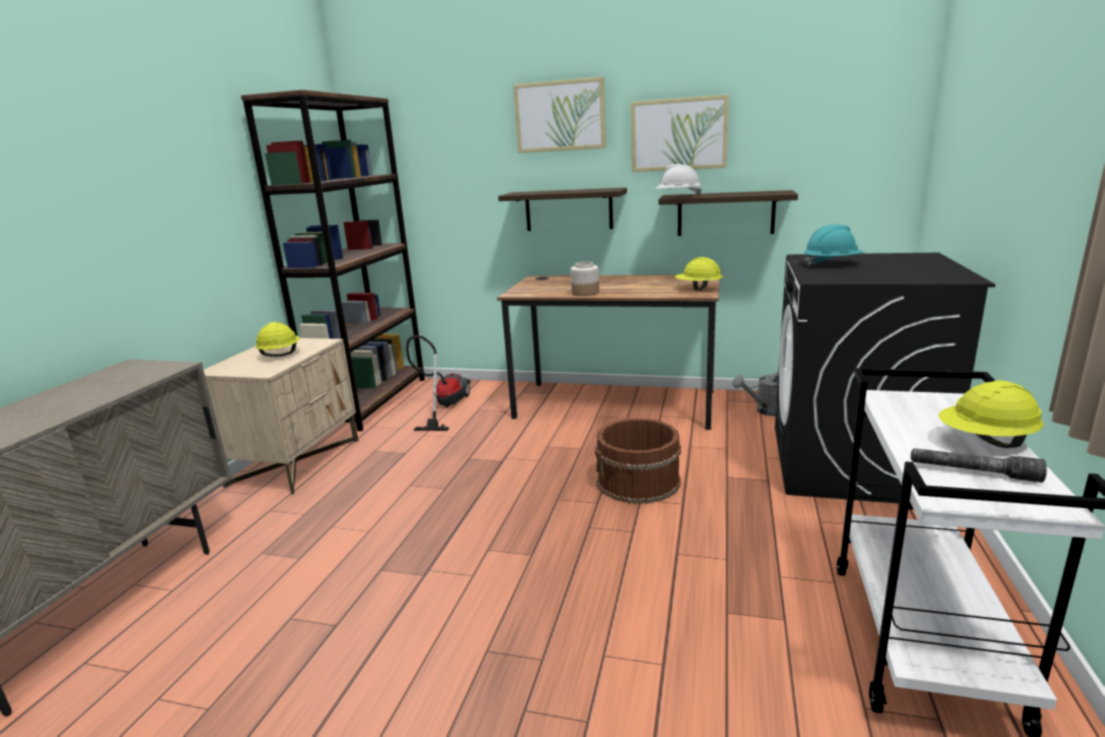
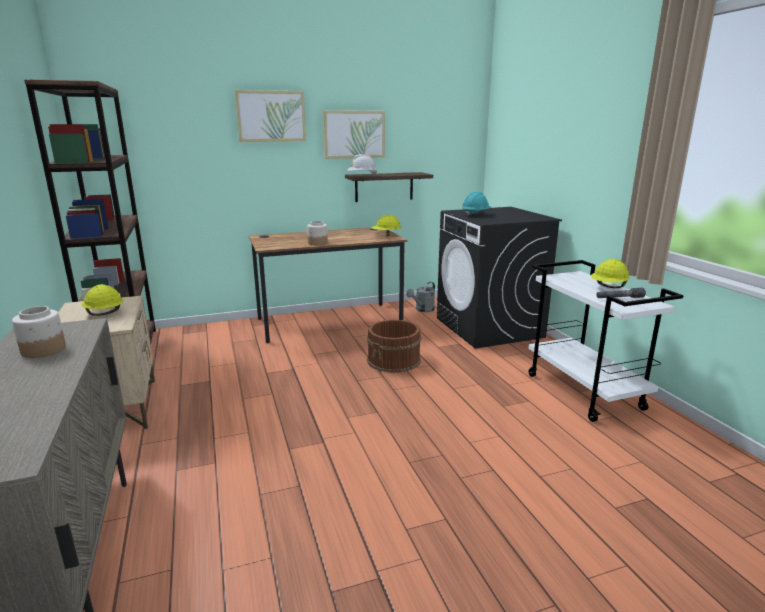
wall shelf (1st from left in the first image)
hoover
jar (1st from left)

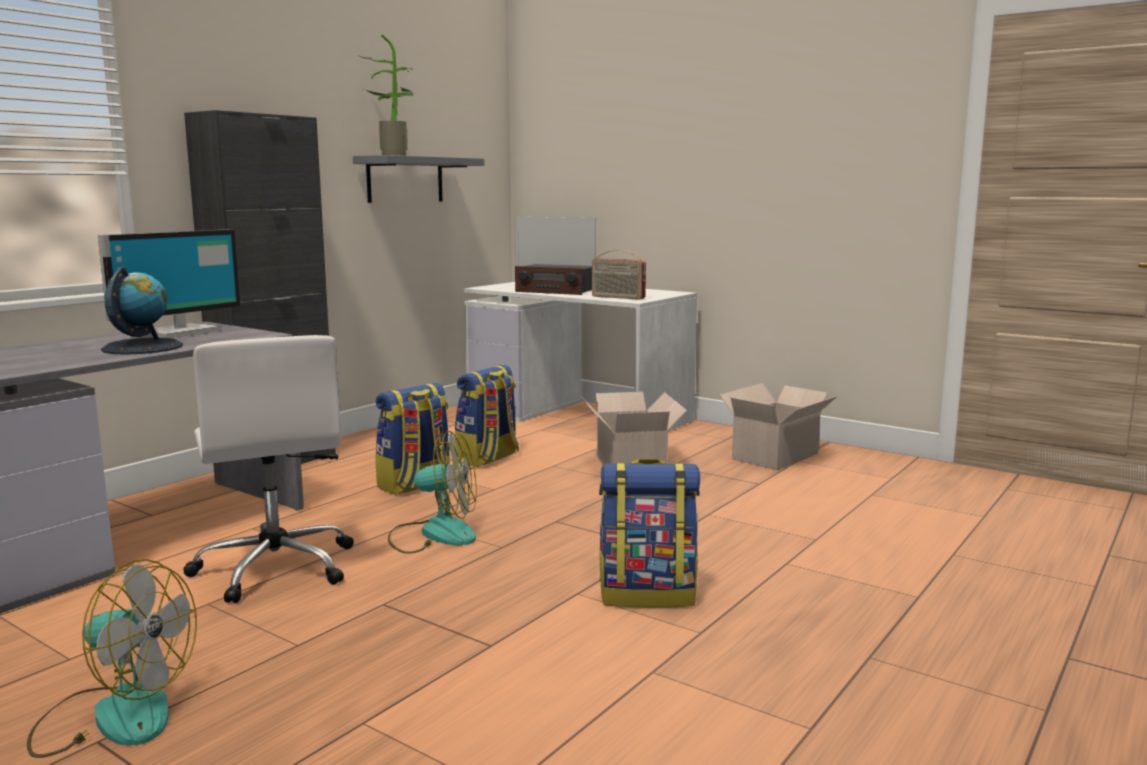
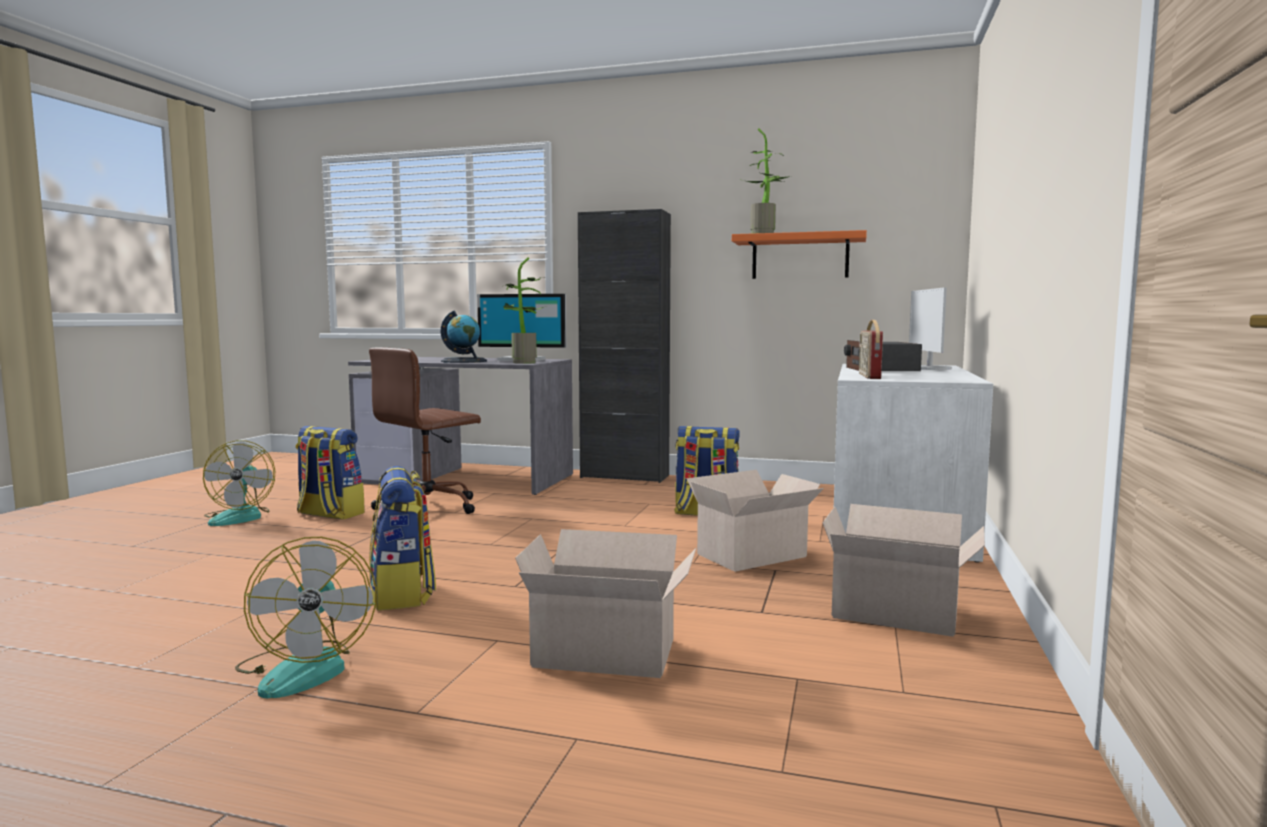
orangey wall shelf
brown-coloured desk chair
rucksack (1st from left)
fan (2nd from left)
potted plant (1st from left)
carton (1st from left)

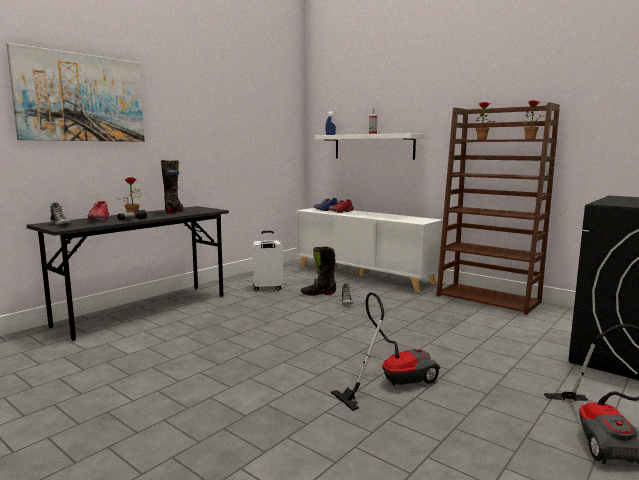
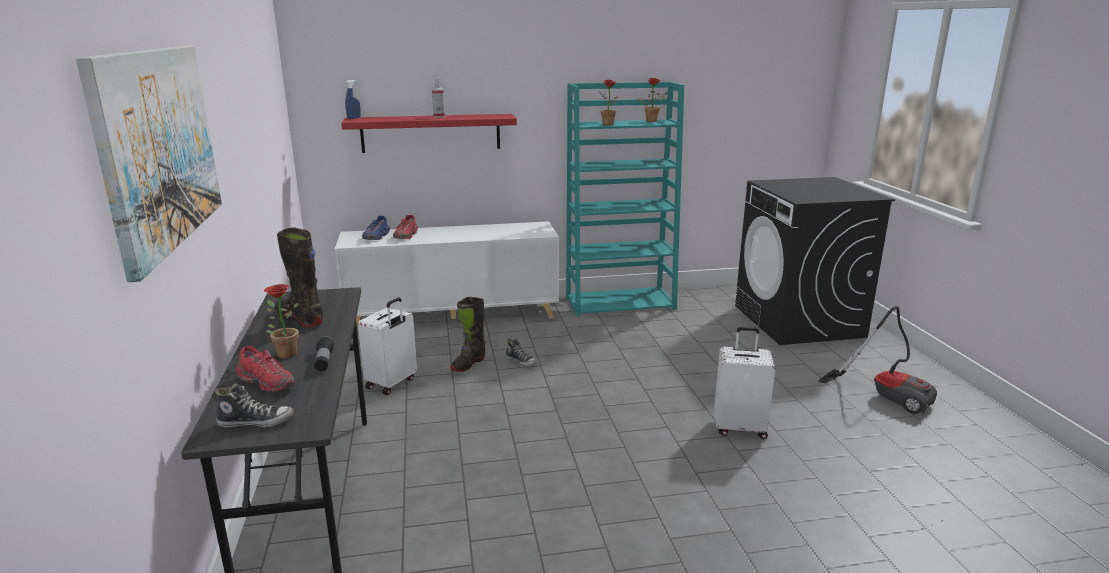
turquoise bookcase
red wall shelf
whitish travel case (2nd from left)

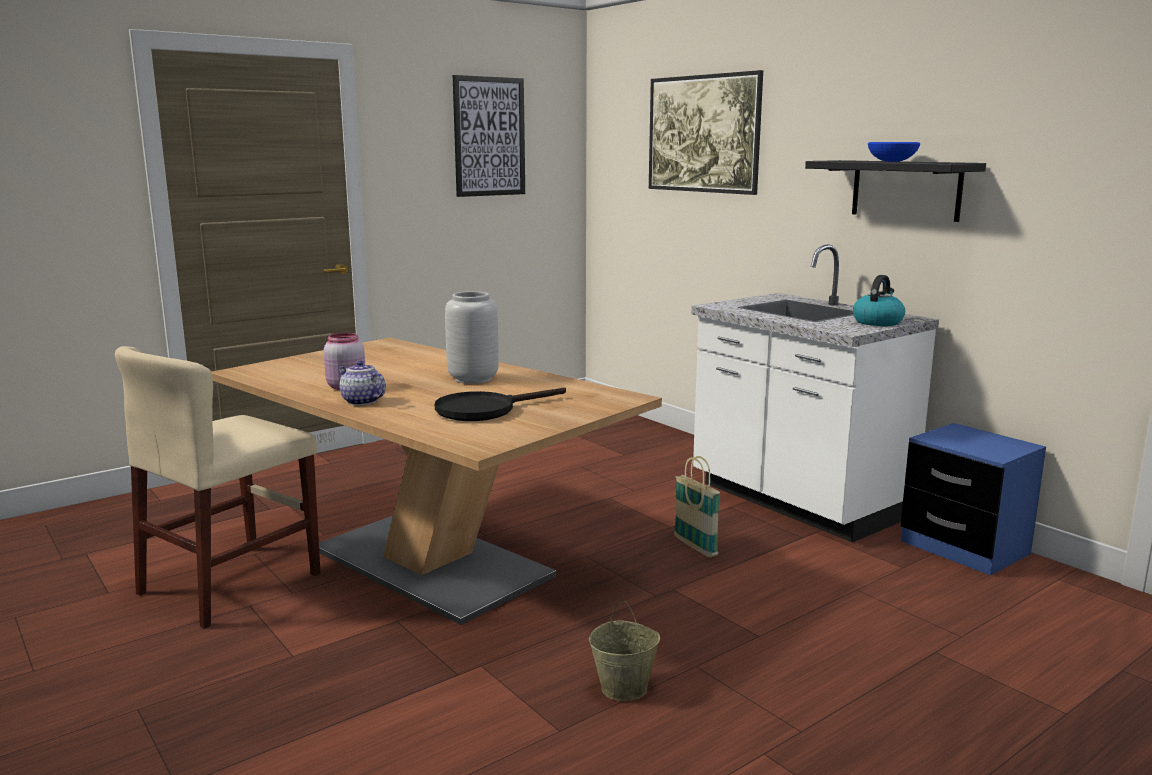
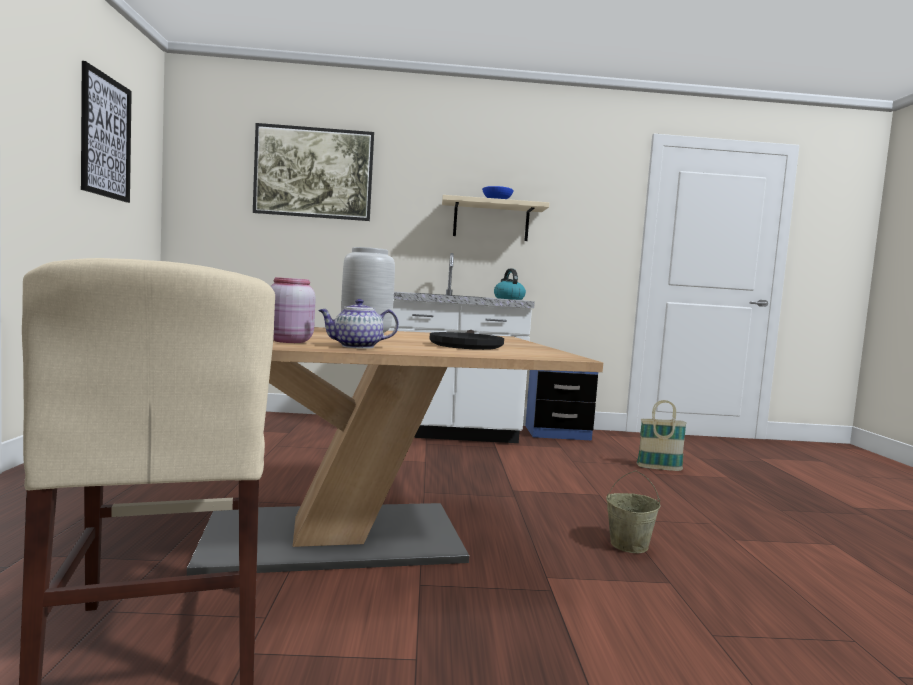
beige-coloured wall shelf
household basket

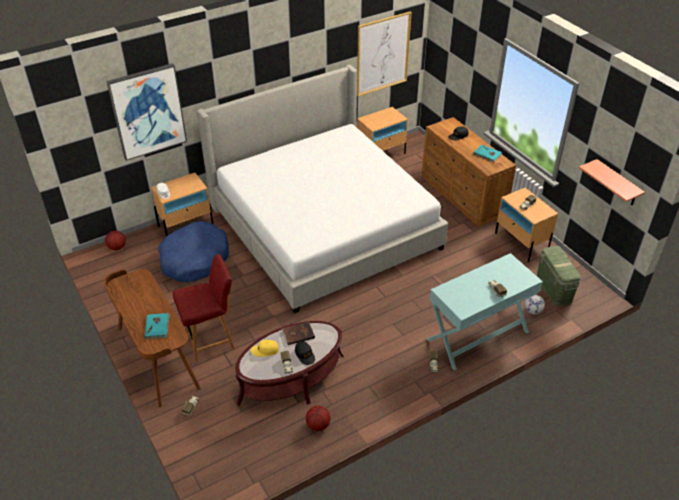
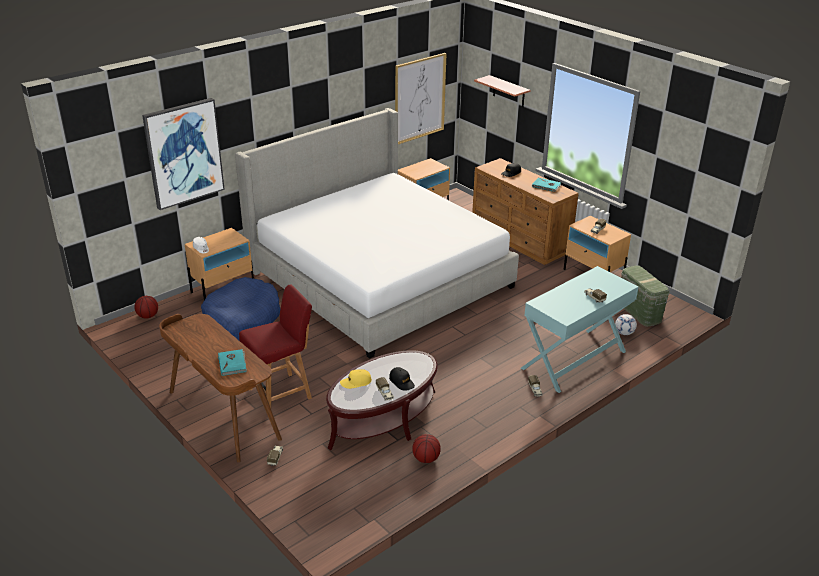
wall shelf
brown-coloured bound book

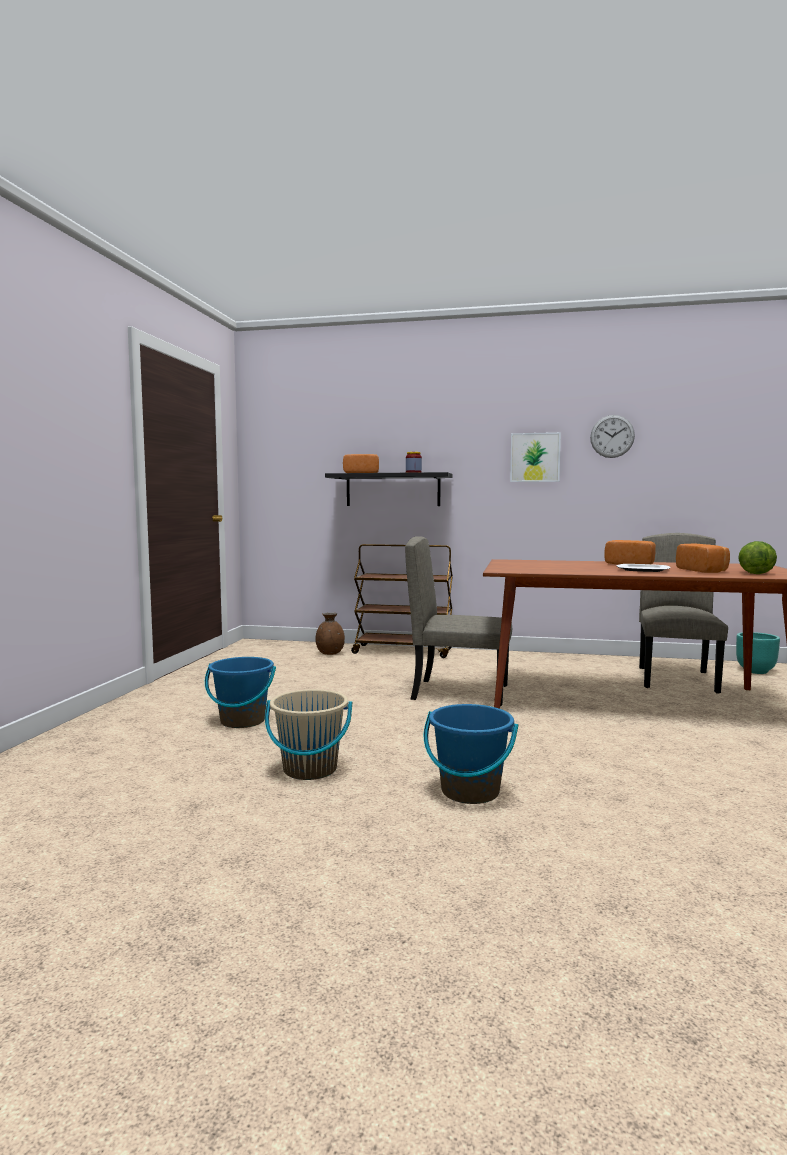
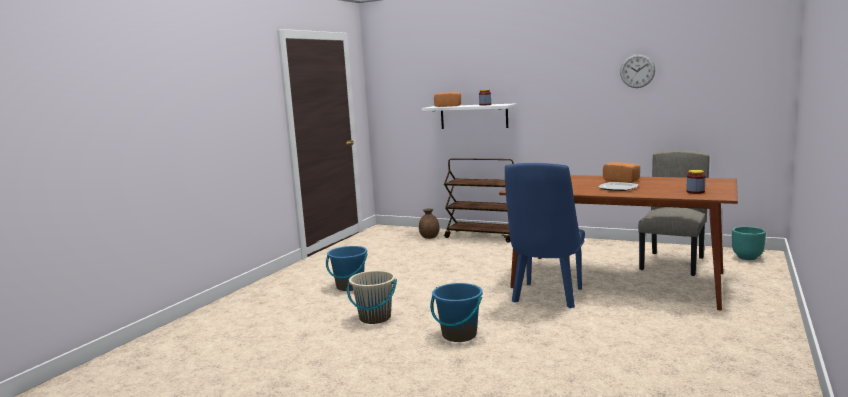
wall art
whitish wall shelf
beige-coloured upright chair (1st from left in the first image)
jar (2nd from left)
baked bread (3rd from left in the first image)
blue upright chair

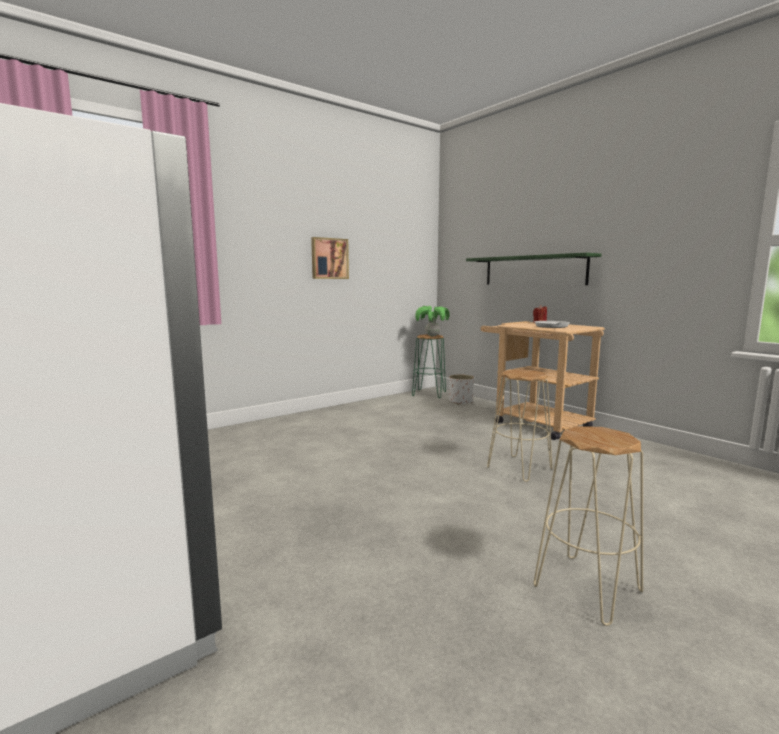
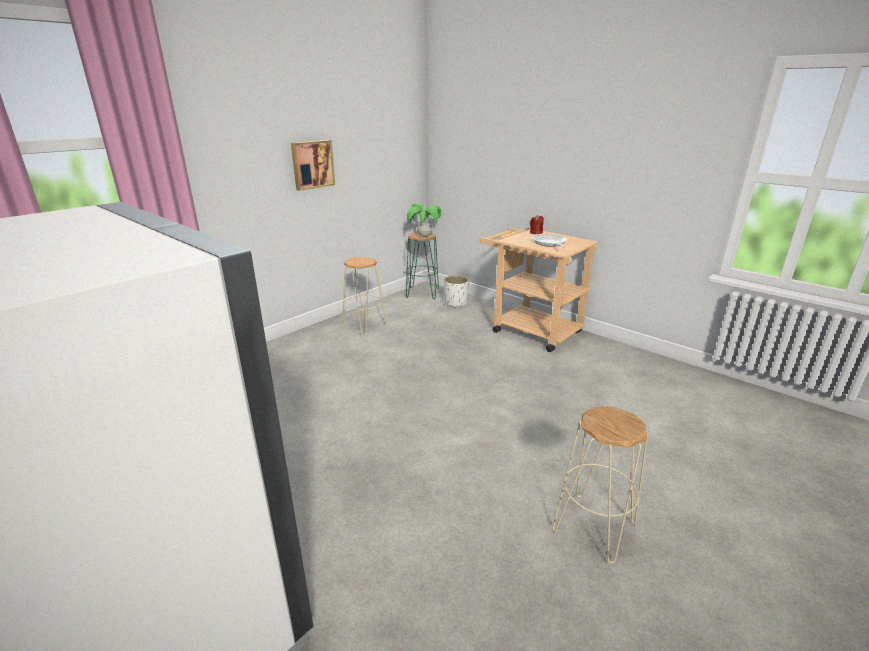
green-coloured wall shelf
beige-coloured sitting stool (1st from left)

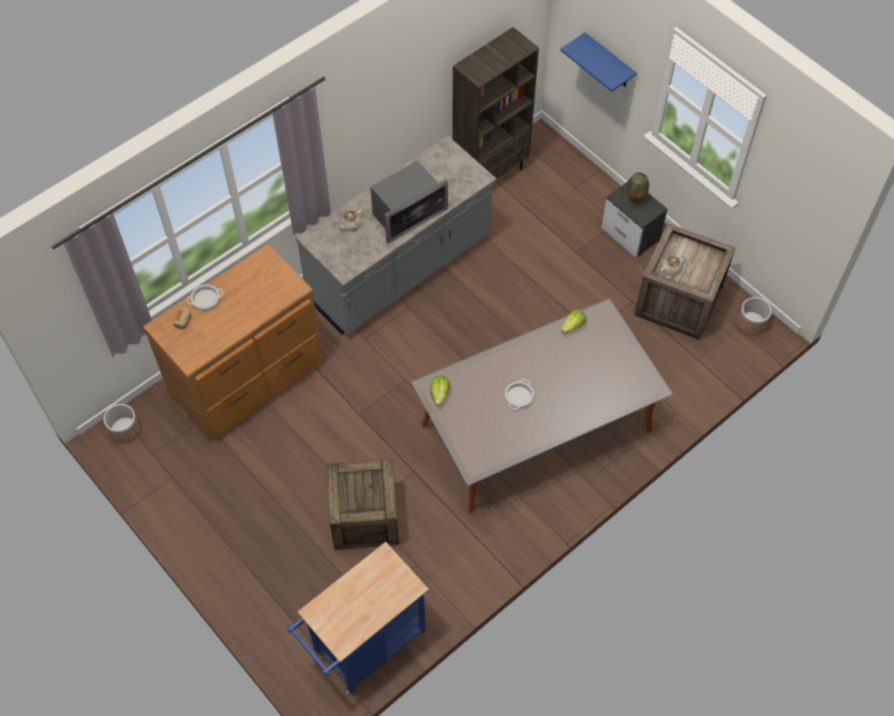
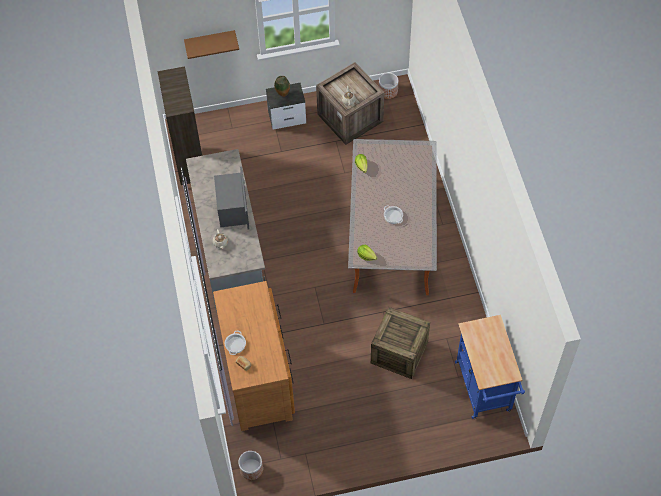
brown-coloured wall shelf

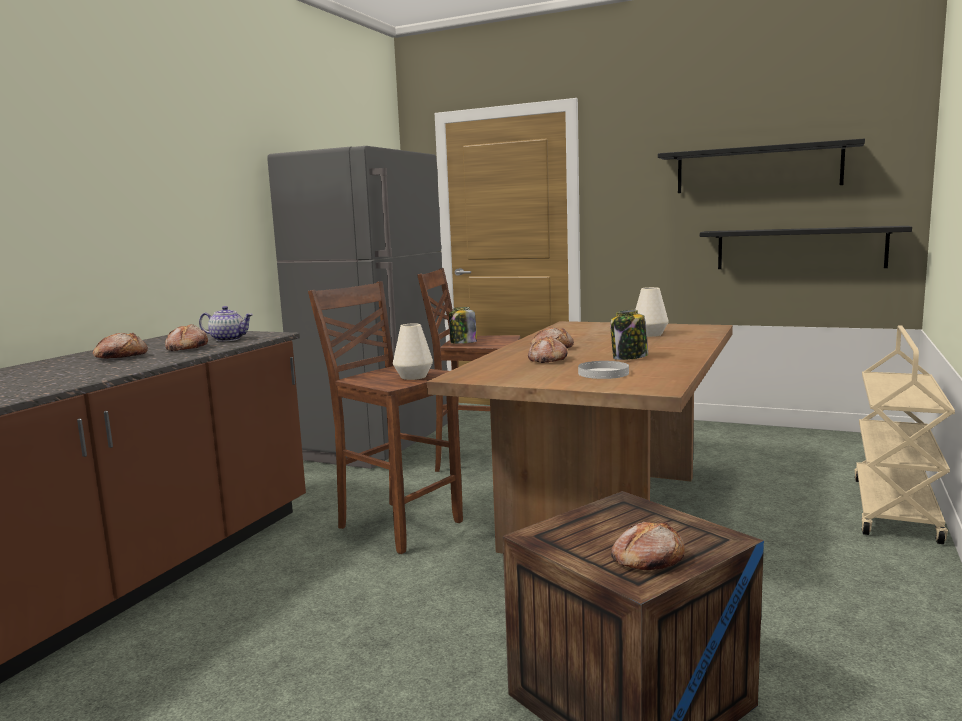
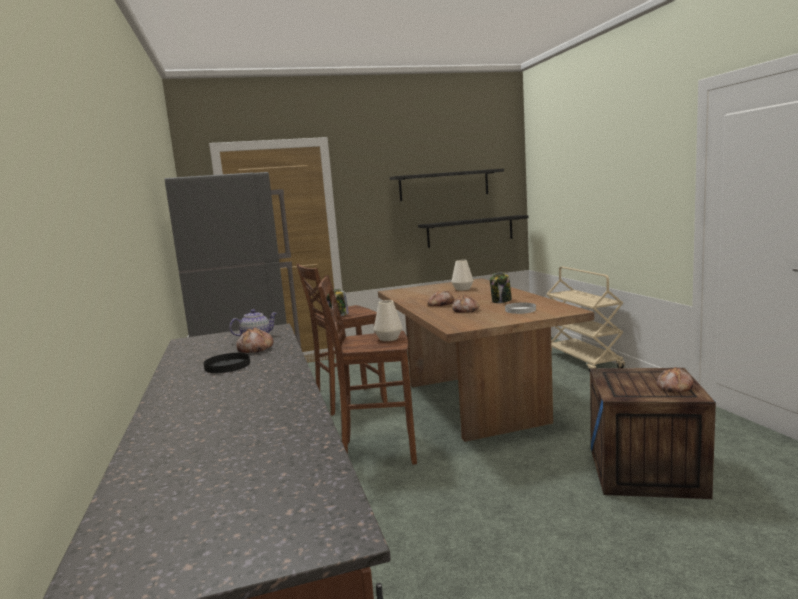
blackish dinner plate

